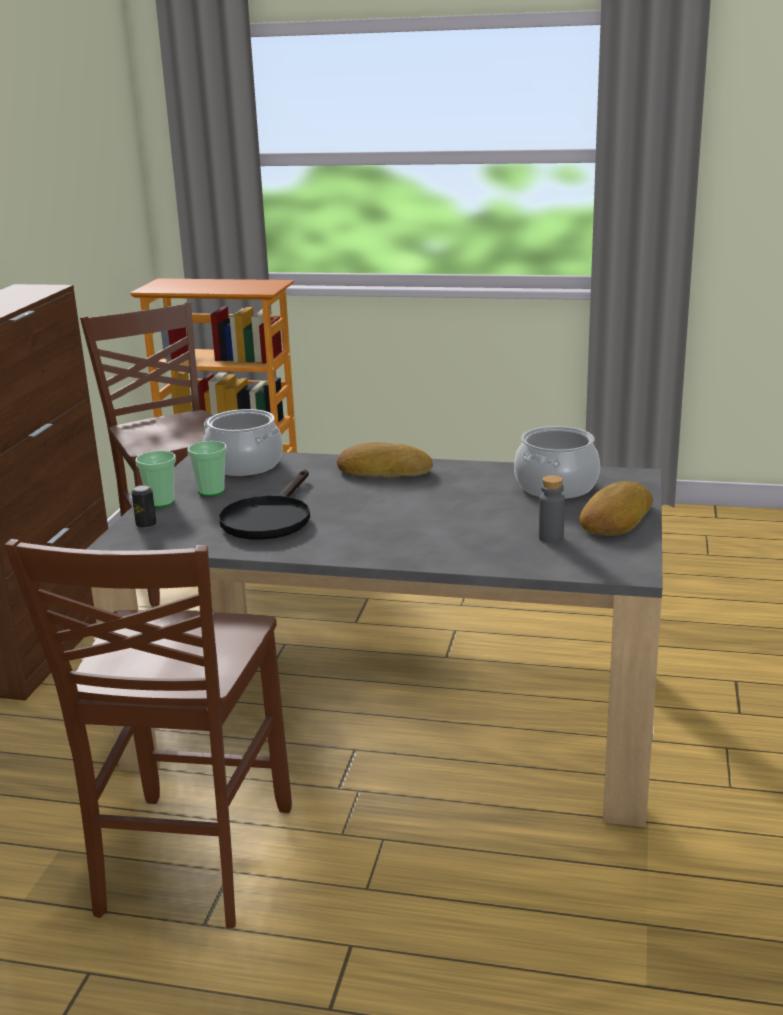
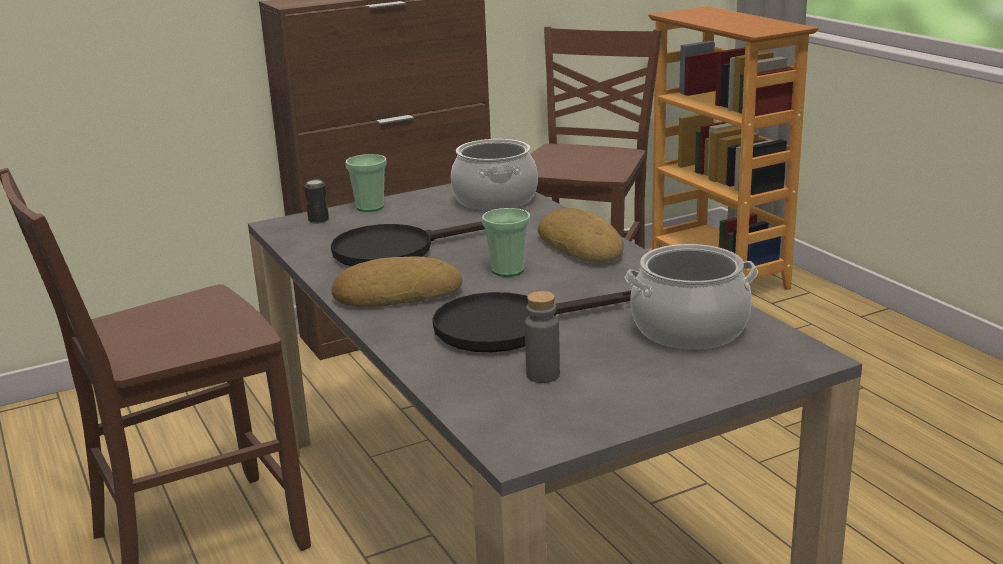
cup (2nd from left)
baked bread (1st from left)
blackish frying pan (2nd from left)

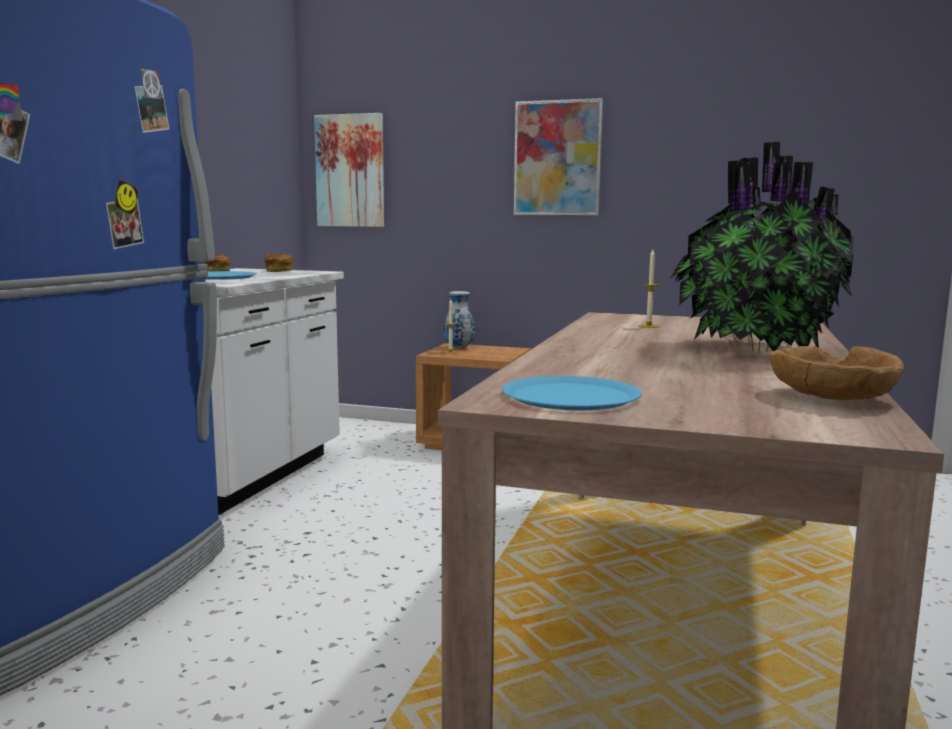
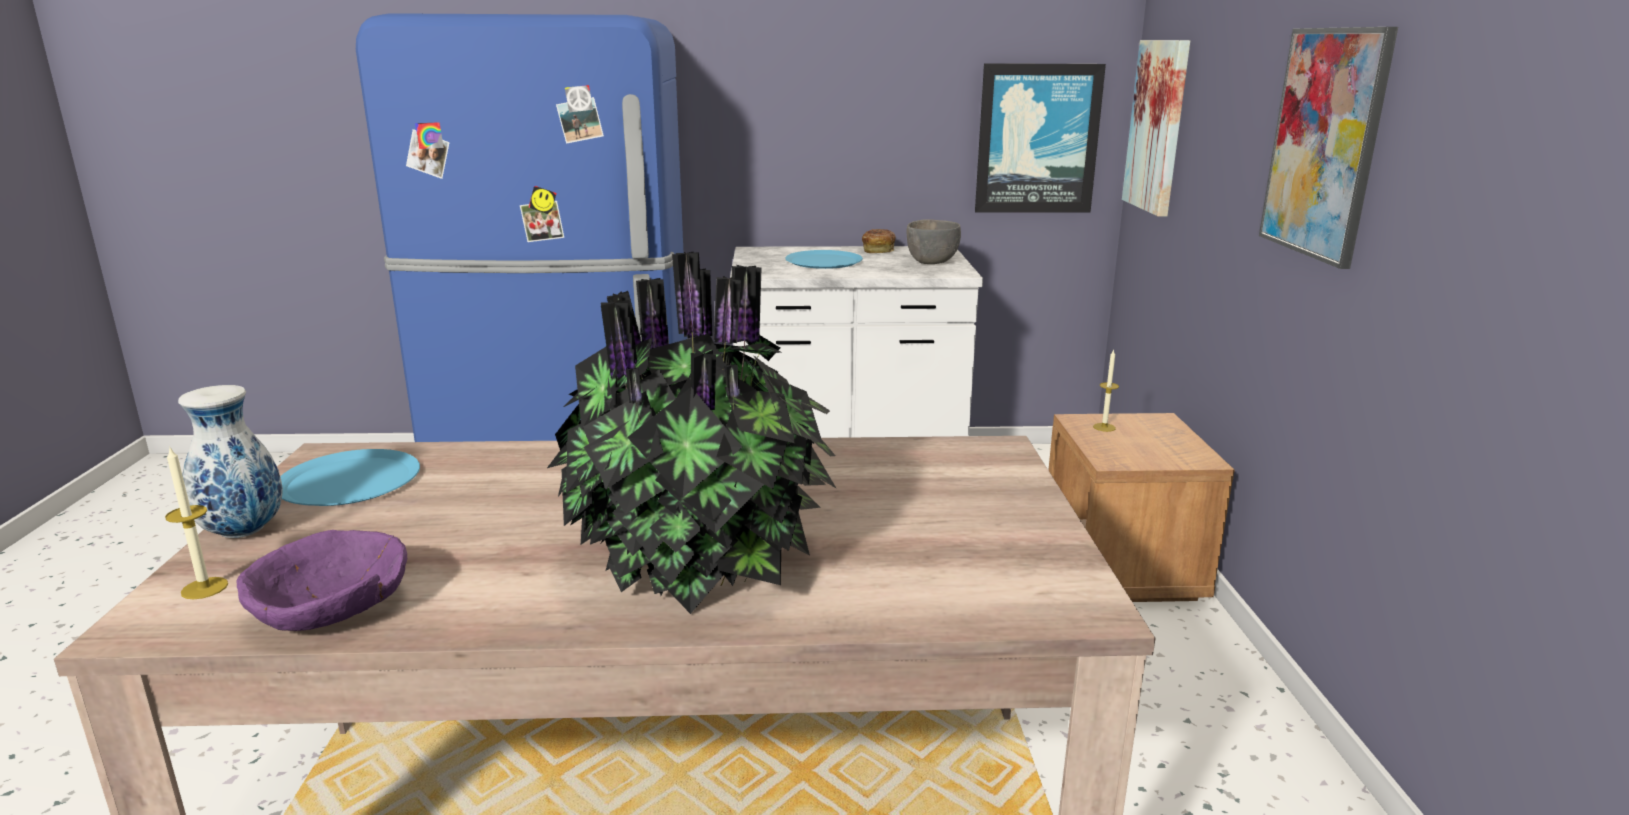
candle (1st from left)
gray deep dish
flower vase
purple deep dish
wall art (1st from left)

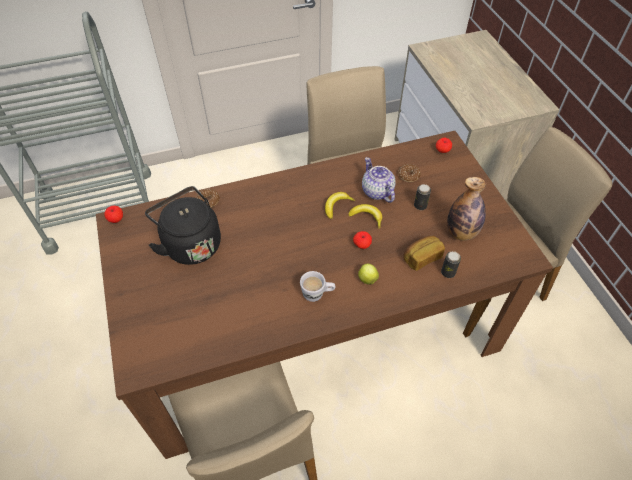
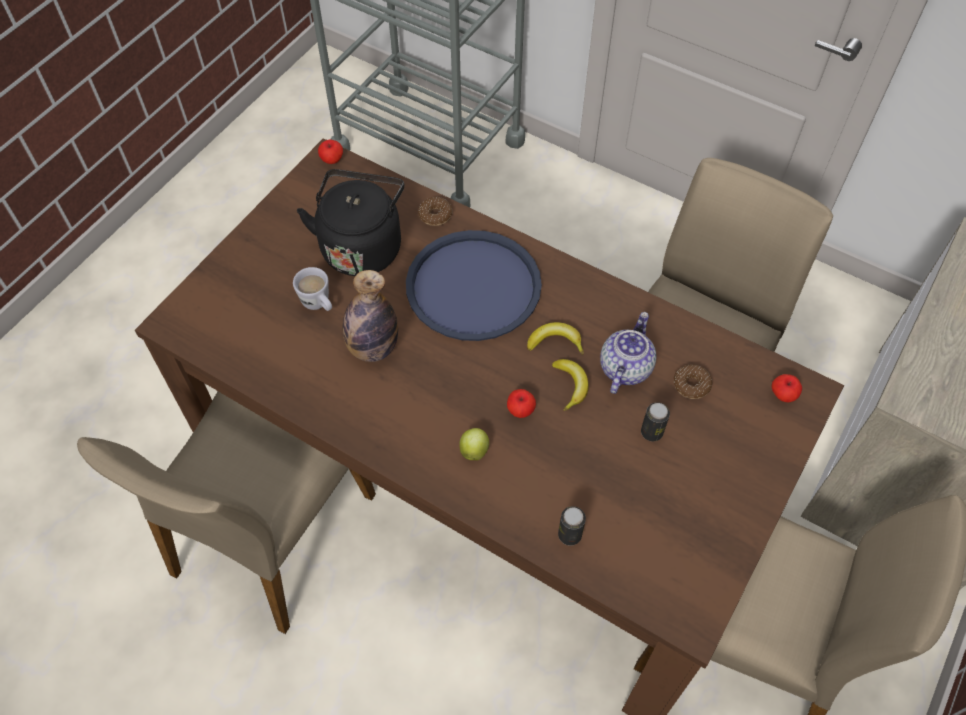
drink bottle
baked bread
whitish coffee mug
blue tray

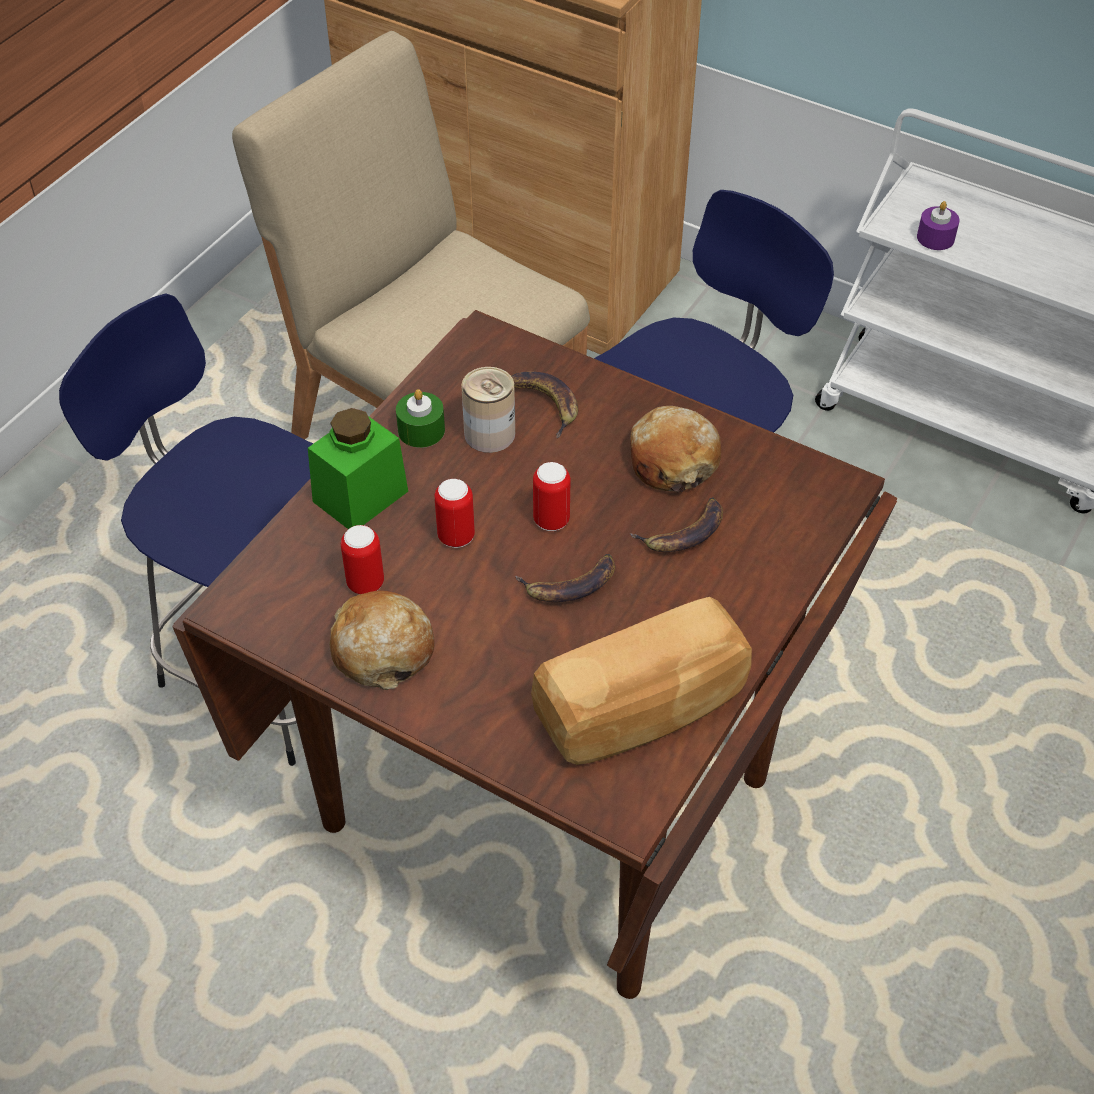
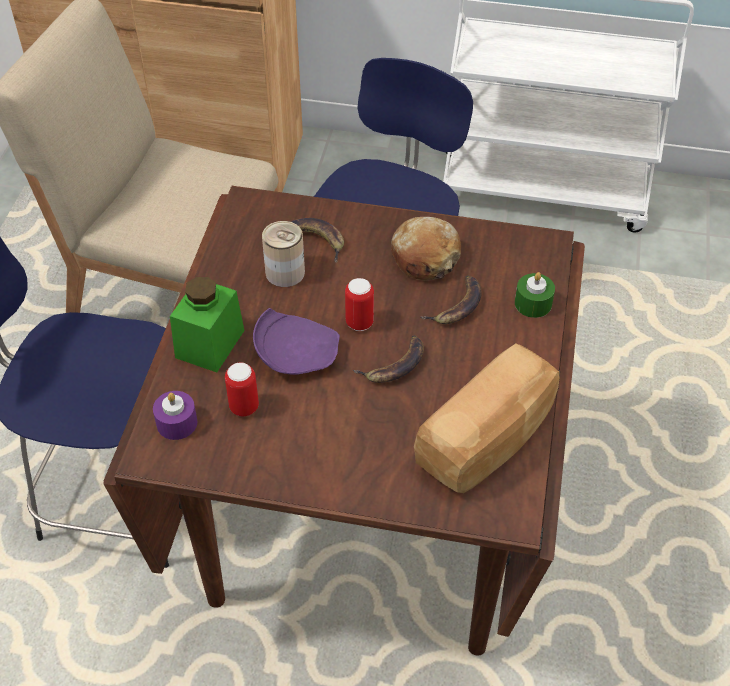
purple candle
green-coloured candle
purple dinner plate
baked bread (1st from left in the first image)

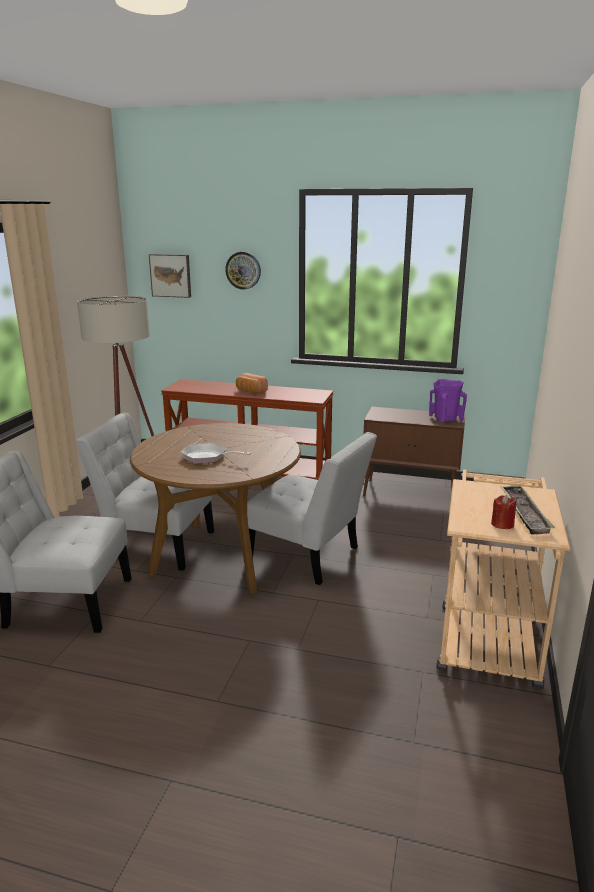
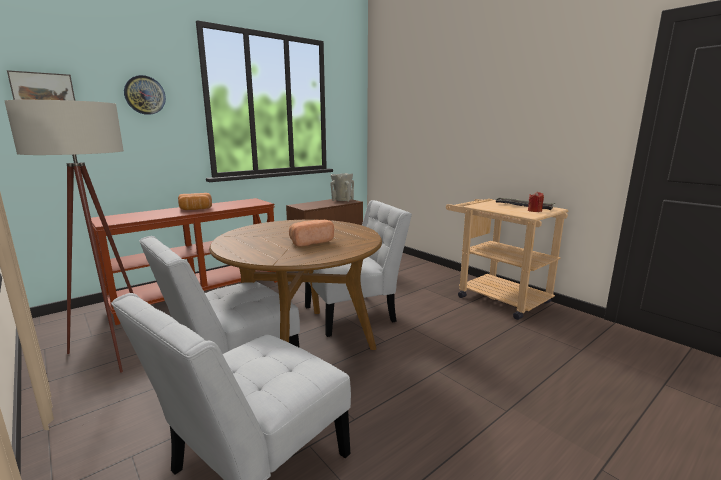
beige-coloured flower vase
baked bread (2nd from left)

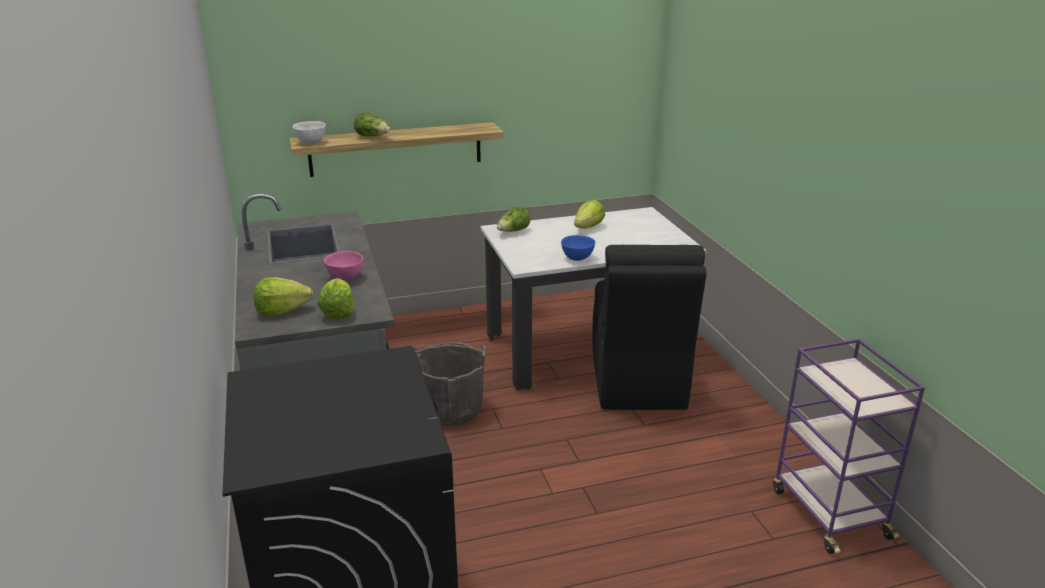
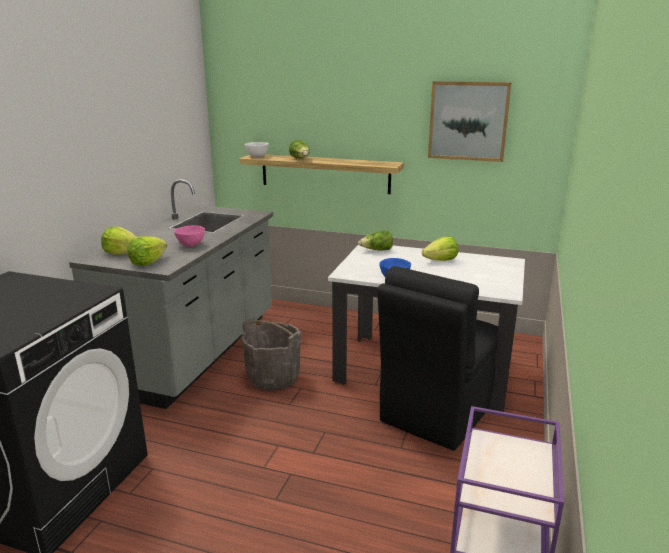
wall art

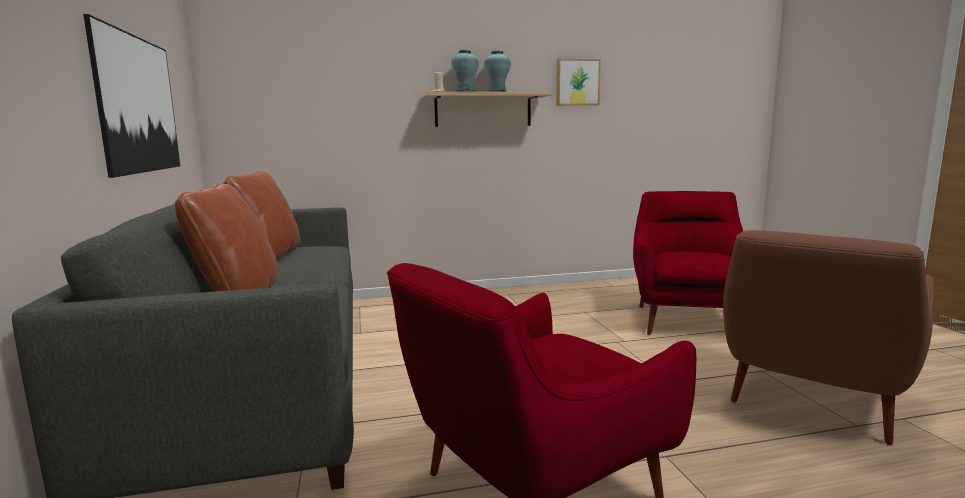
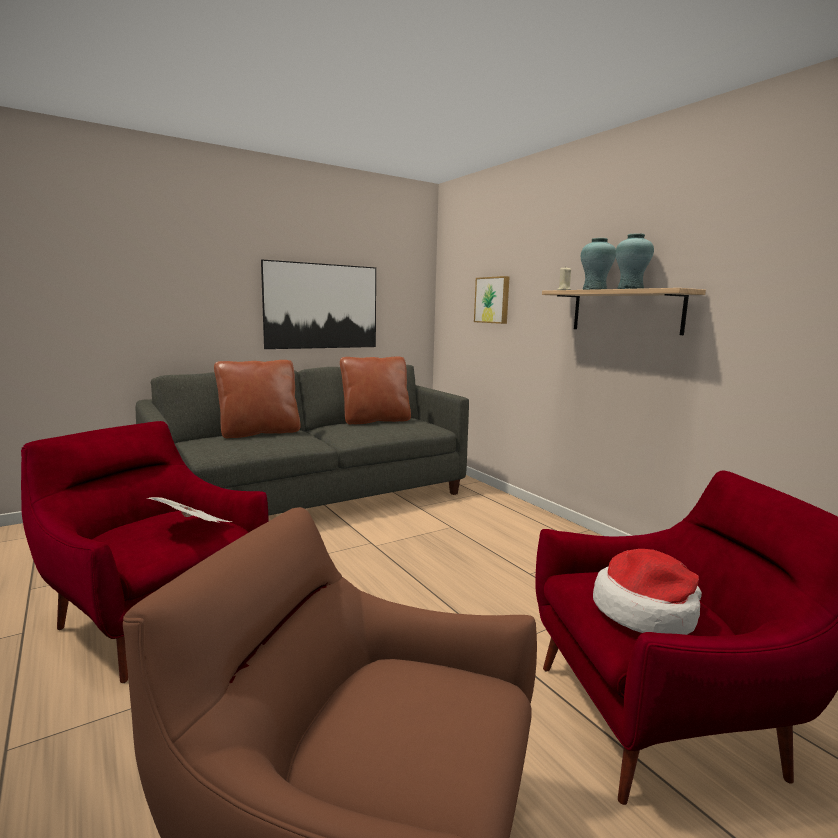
wall art (2nd from left)
newspaper
hat

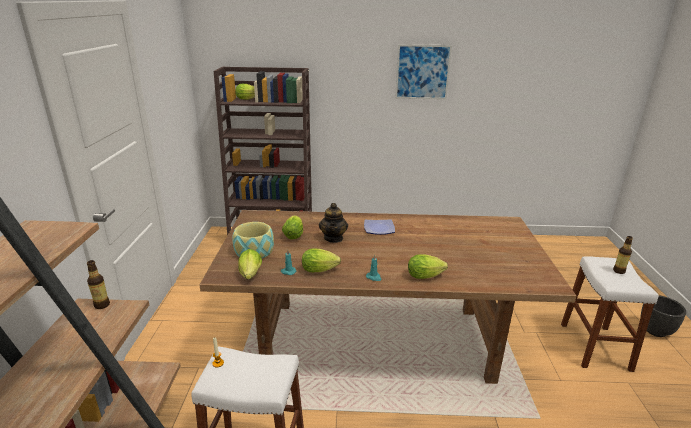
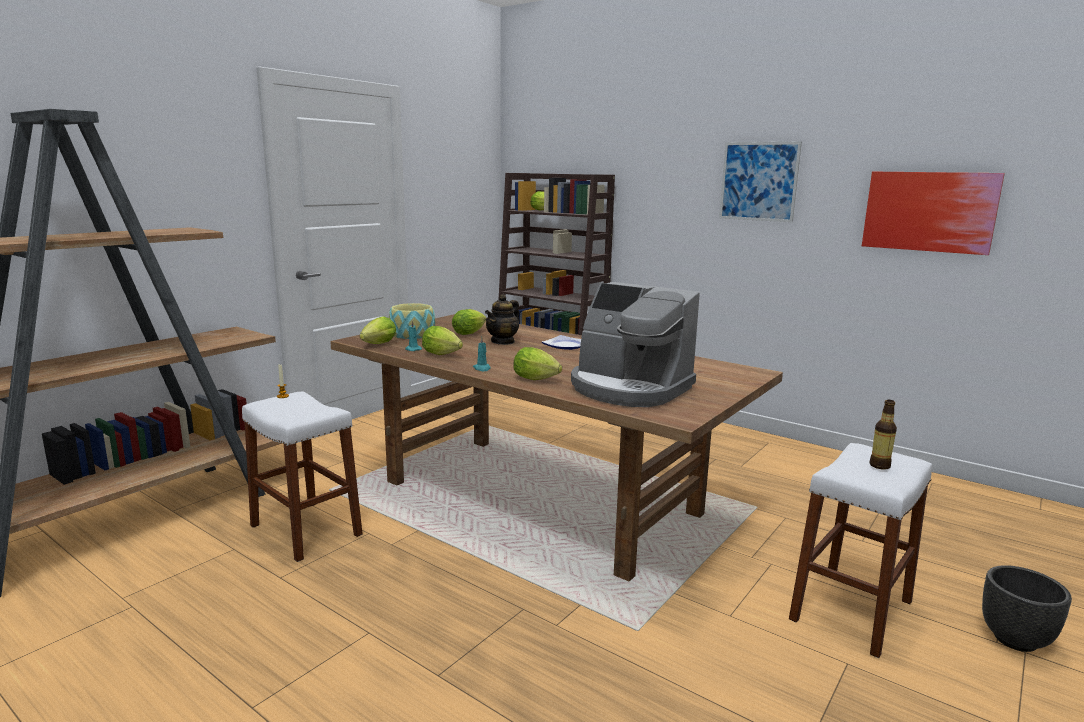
drink bottle (1st from left in the first image)
wall art (2nd from left)
coffee brewer

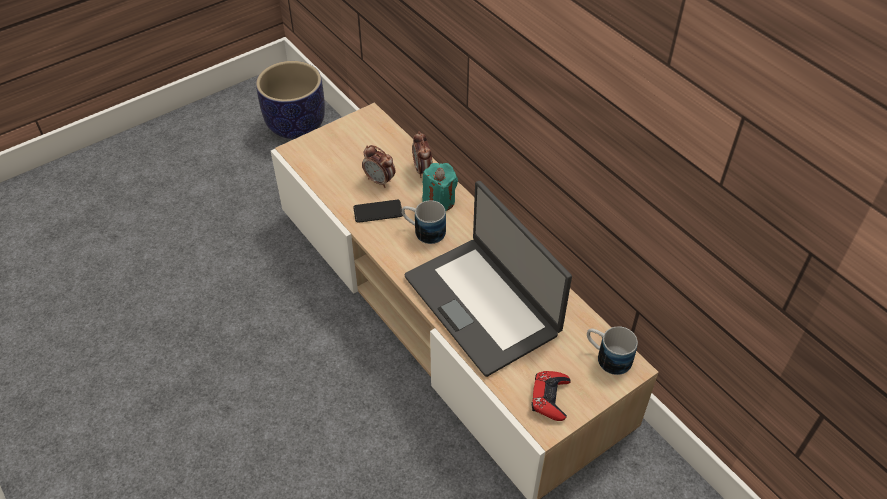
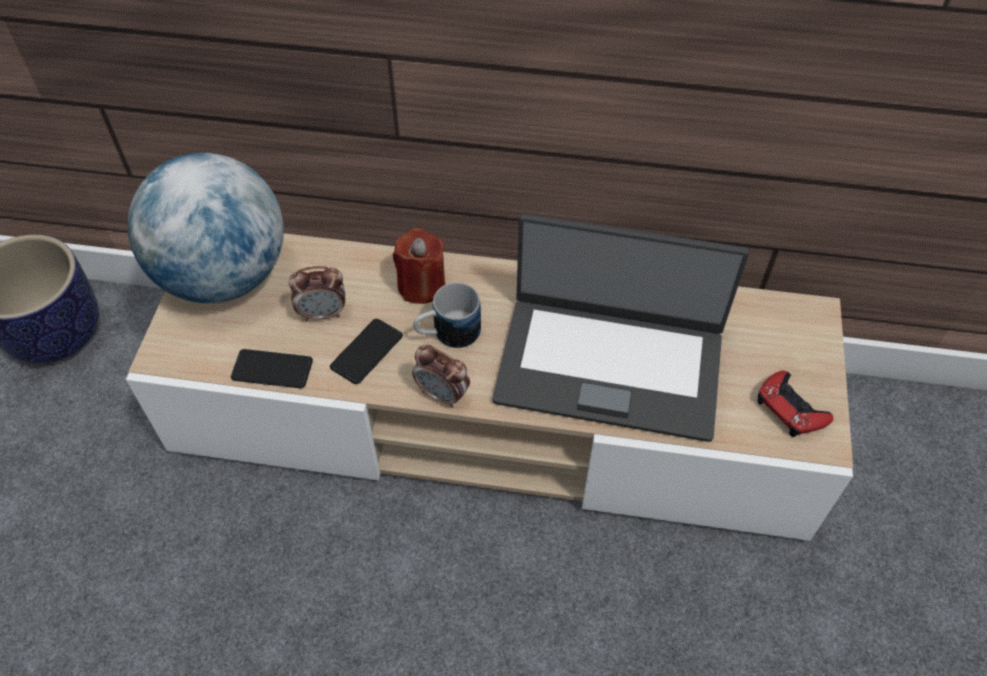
table clock (2nd from left)
red candle
coffee mug (2nd from left in the first image)
world globe
handset (1st from left)

